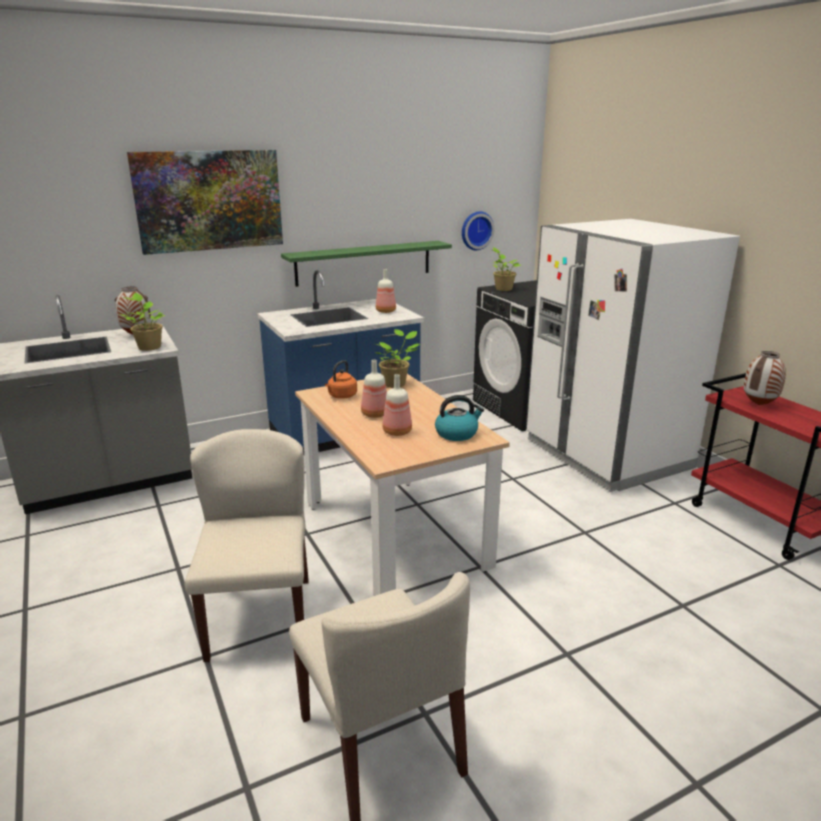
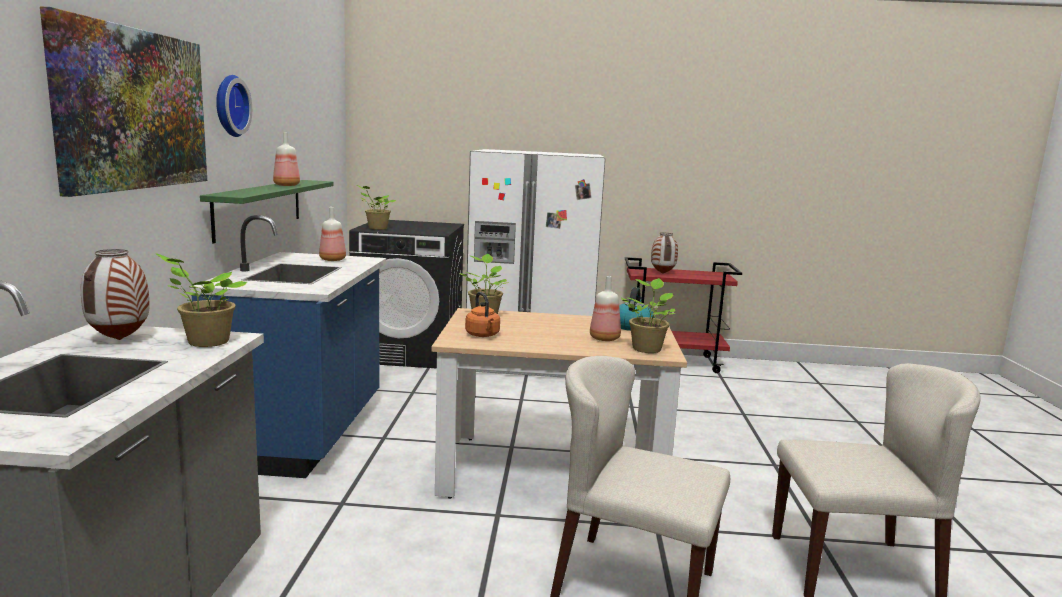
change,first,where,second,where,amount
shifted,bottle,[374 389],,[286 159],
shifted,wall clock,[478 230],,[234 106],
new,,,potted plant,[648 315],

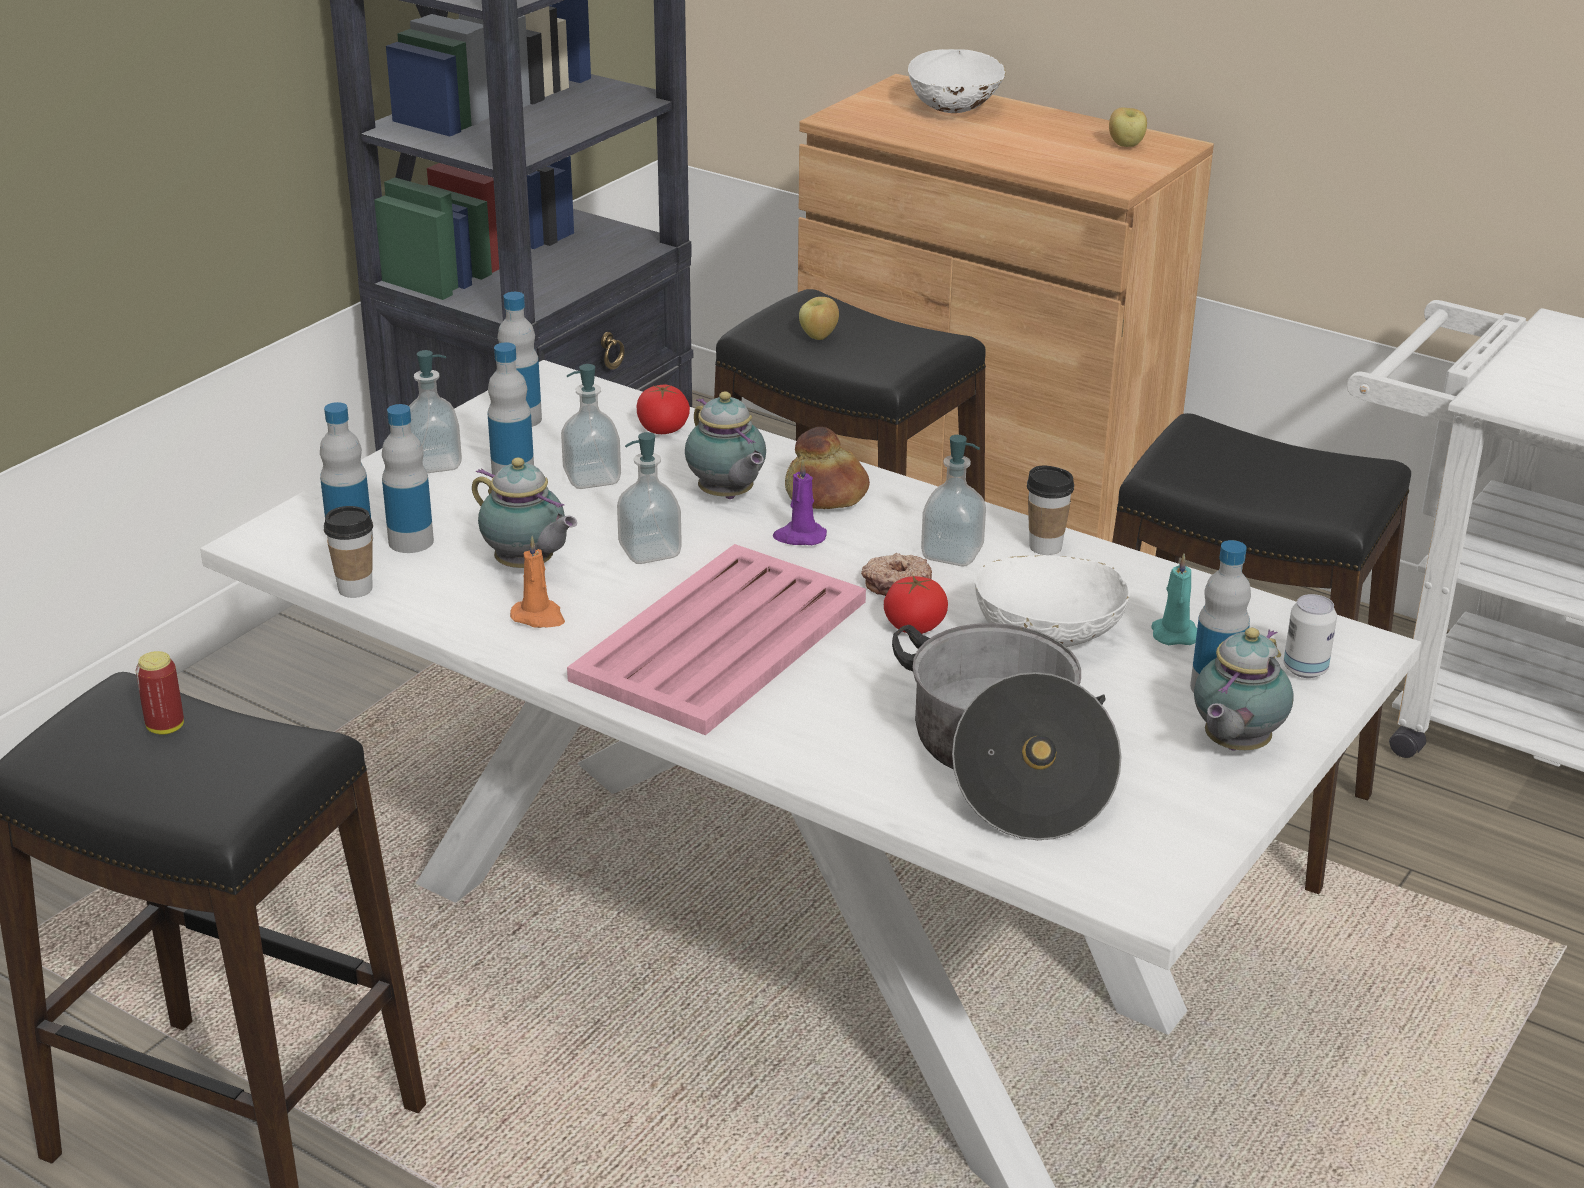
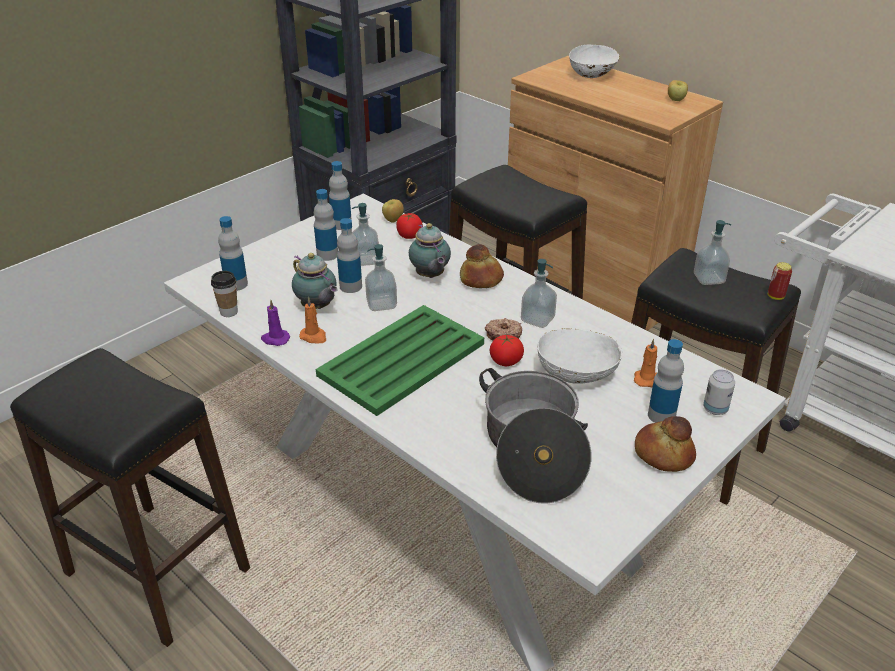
change,first,where,second,where,amount
shifted,can,[160 693],,[780 281],
shifted,bottle,[408 478],,[349 255],
shifted,soap dispenser,[435 411],,[712 252],
repainted,pink tray,[716 639],green tray,[400 360],
shifted,purple candle,[799 502],,[275 323],
shifted,apple,[819 318],,[393 211],
gone,cup,[1050 510],,,
repainted,turquoise candle,[1174 599],orange candle,[645 363],
swapped,teapot,[1243 689],bread,[665 444],

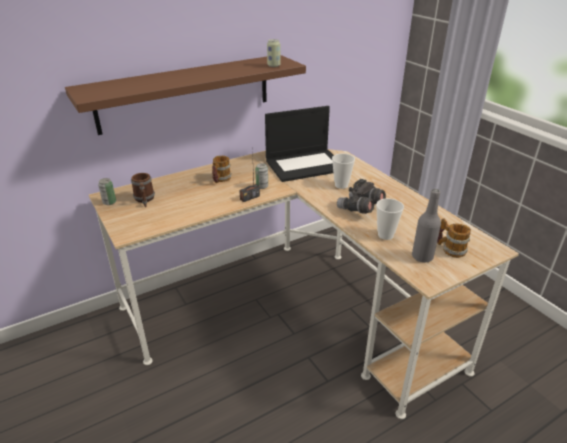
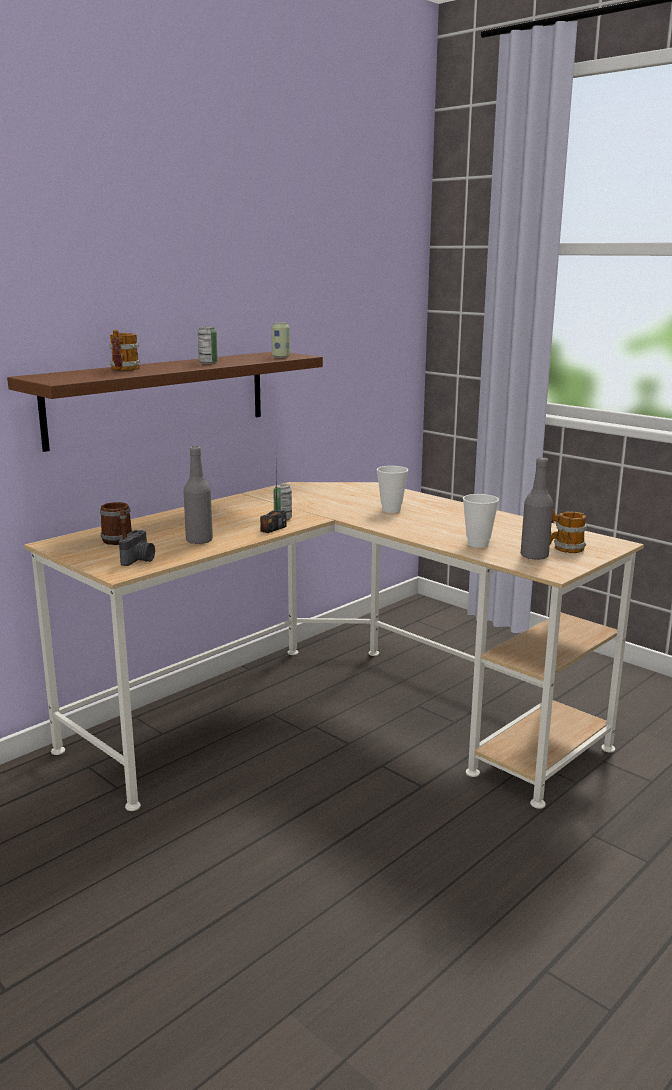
change,first,where,second,where,amount
shifted,can,[107 191],,[208 345],
shifted,mug,[222 169],,[125 350],
gone,laptop,[299 144],,,
gone,grey binoculars,[361 196],,,
new,,,photo camera,[137 548],
new,,,grey bottle,[198 495],

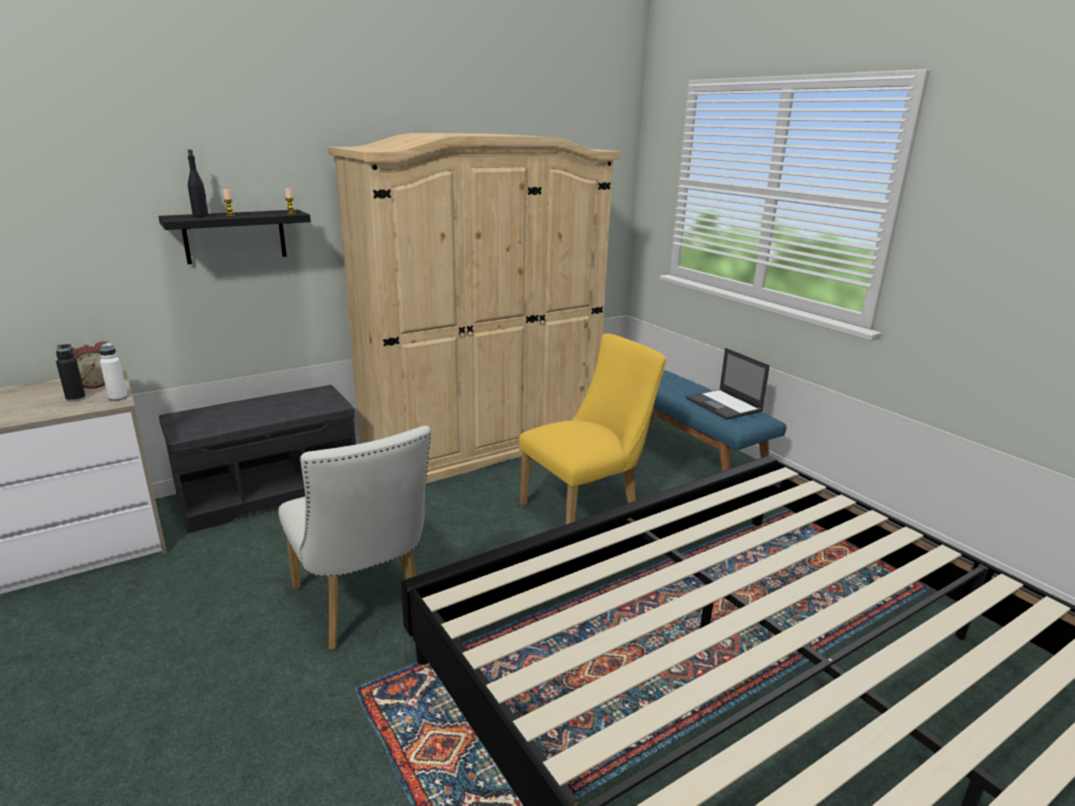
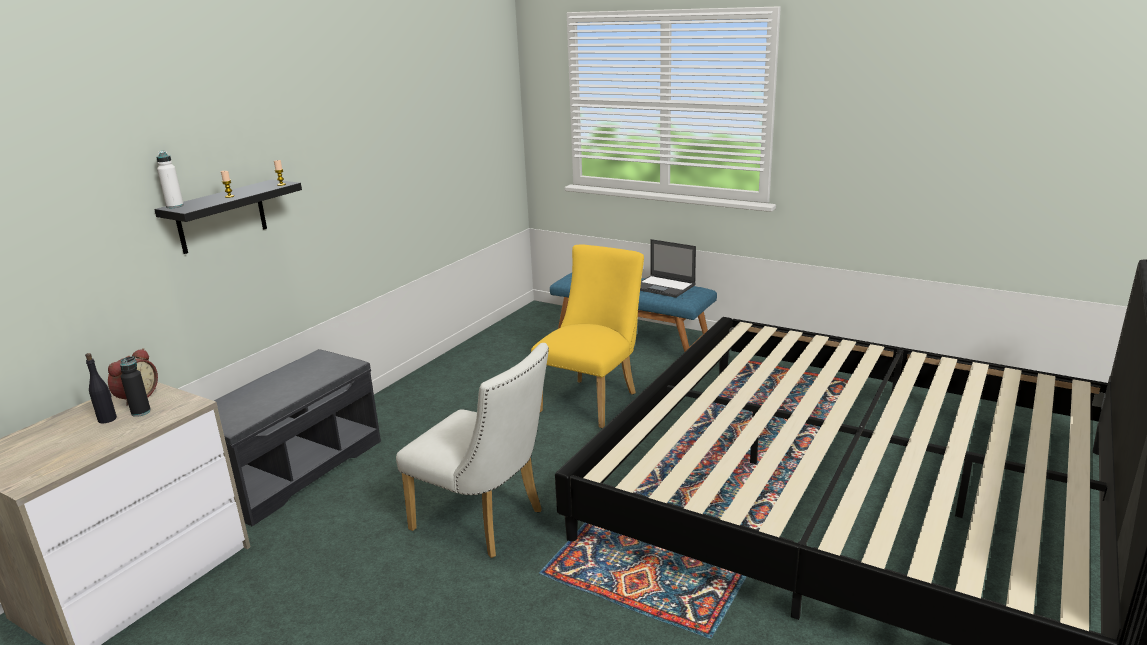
change,first,where,second,where,amount
shifted,white bottle,[114 371],,[170 179],
shifted,black bottle,[198 183],,[101 388],
gone,beige wardrobe,[474 308],,,

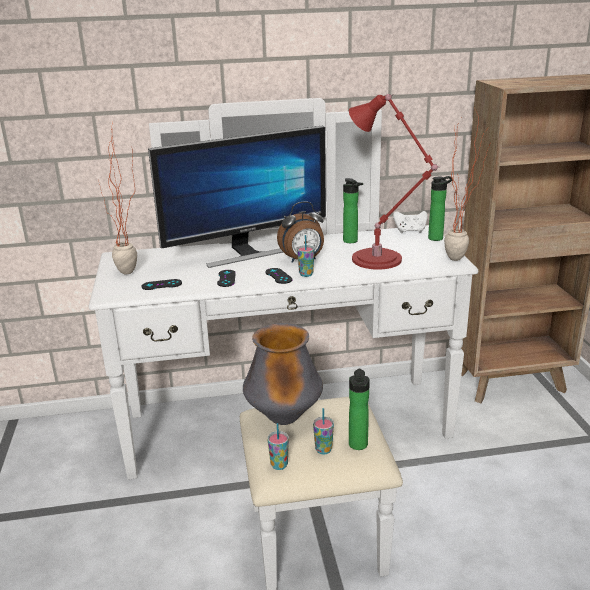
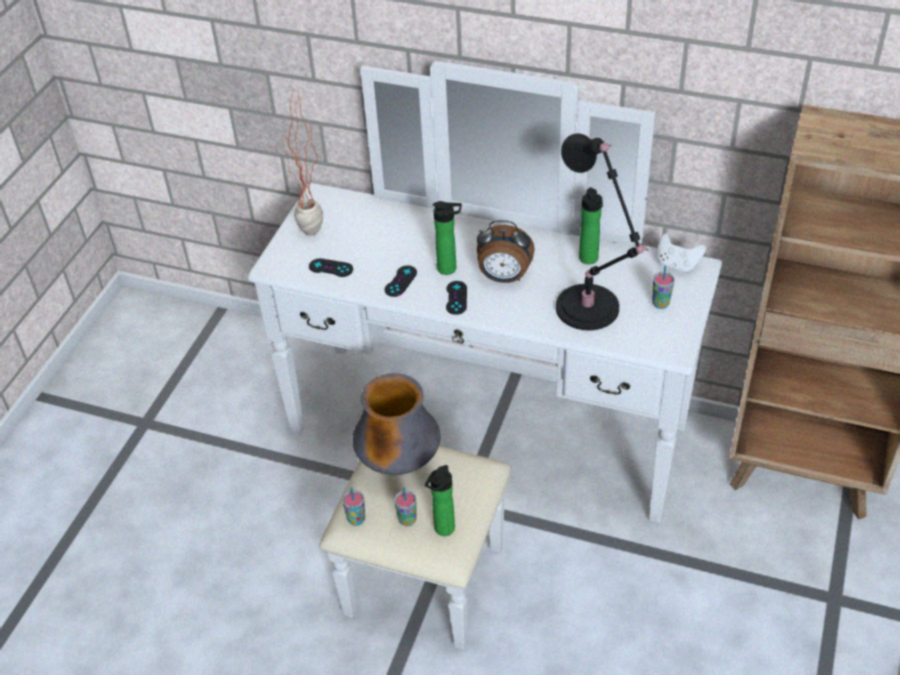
change,first,where,second,where,amount
gone,monitor,[237 196],,,
shifted,cup,[305 256],,[663 287],
repainted,red table lamp,[394 182],black table lamp,[602 231],
shifted,bottle,[441 208],,[447 238],
gone,potted plant,[466 184],,,

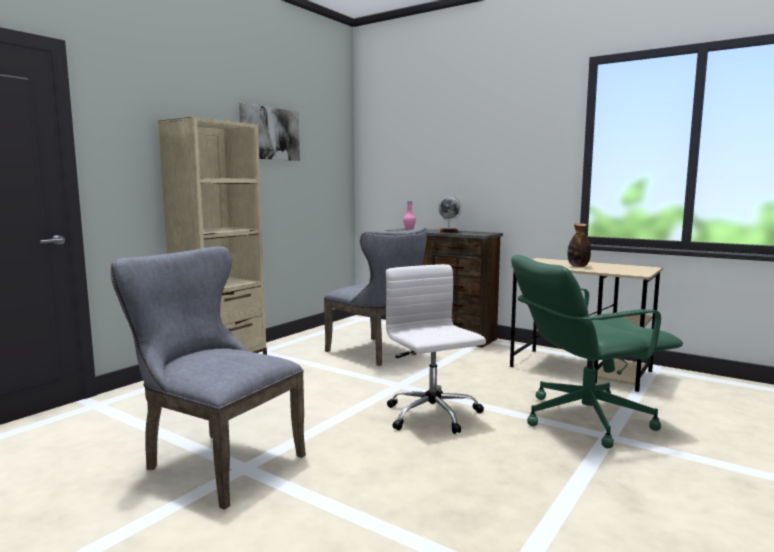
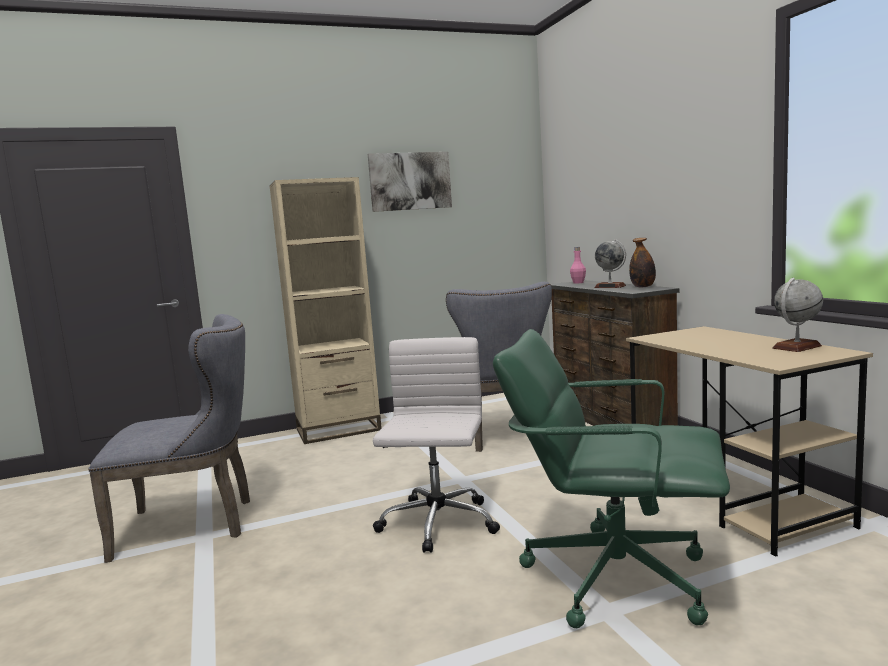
change,first,where,second,where,amount
rotated,grey chair,[208 378],,[169 438],105 degrees clockwise
shifted,bottle,[579 245],,[642 262],
new,,,globe,[797 315],

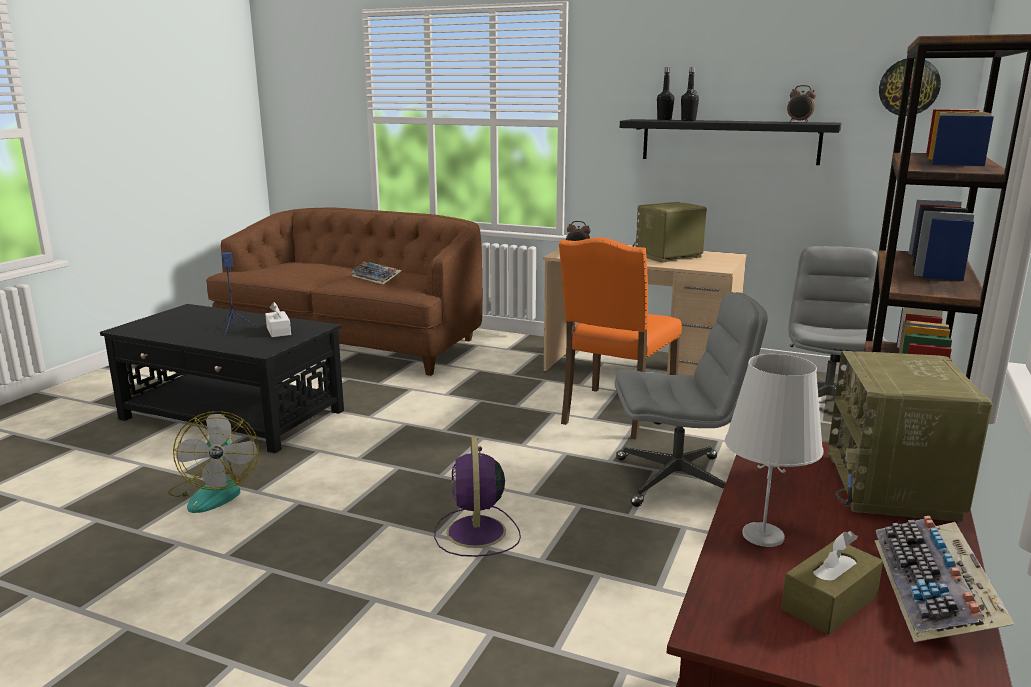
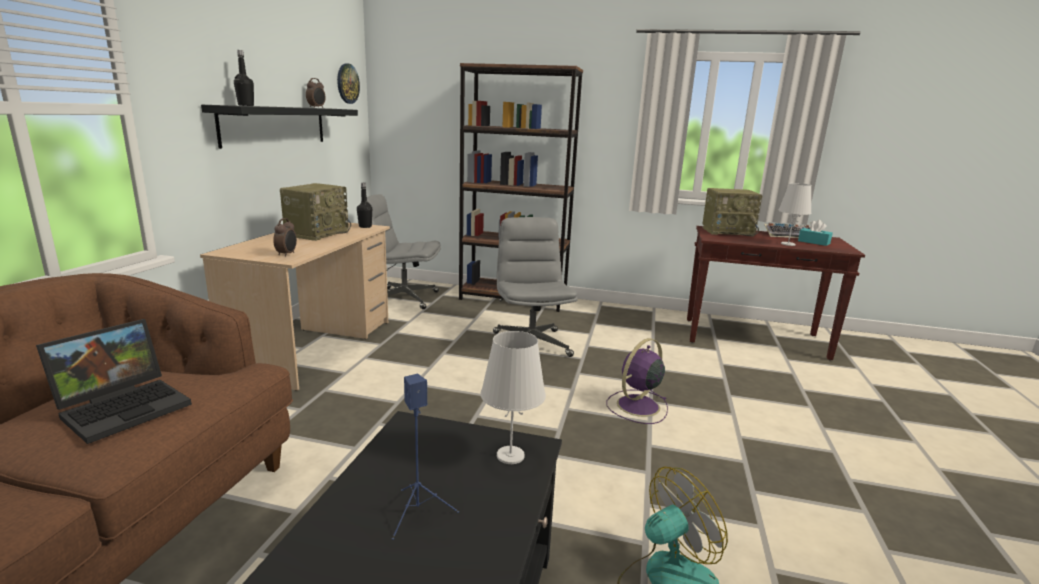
change,first,where,second,where,amount
gone,white tissue box,[278 319],,,
swapped,keyboard,[376 273],laptop,[114 381],
rotated,purple fan,[477 497],,[637 381],150 degrees clockwise
gone,orange chair,[620 338],,,
rotated,radio,[670 232],,[315 212],120 degrees counterclockwise
shifted,black bottle,[690 94],,[364 205],
repainted,brown tissue box,[832 583],turquoise tissue box,[815 233],
new,,,white table lamp,[513 397],

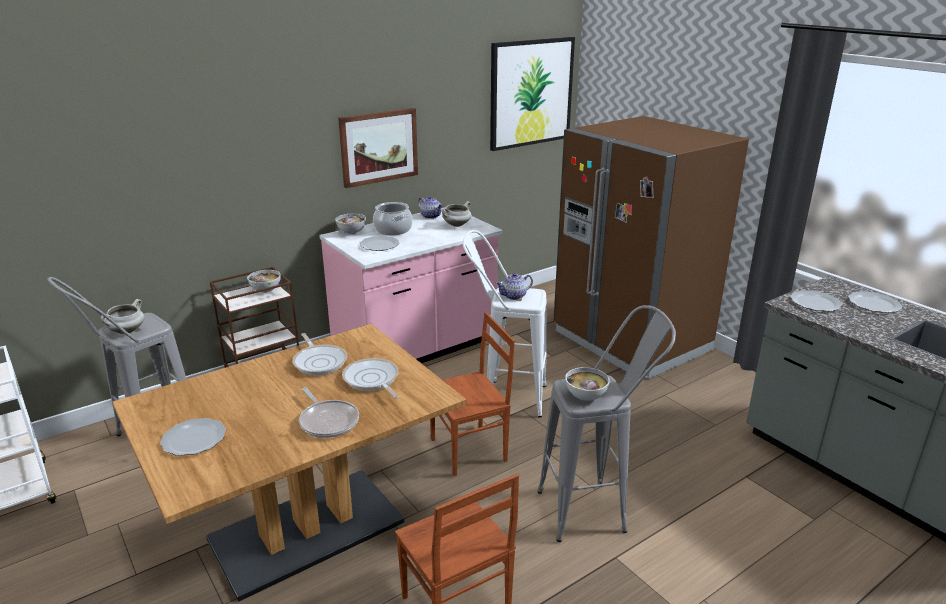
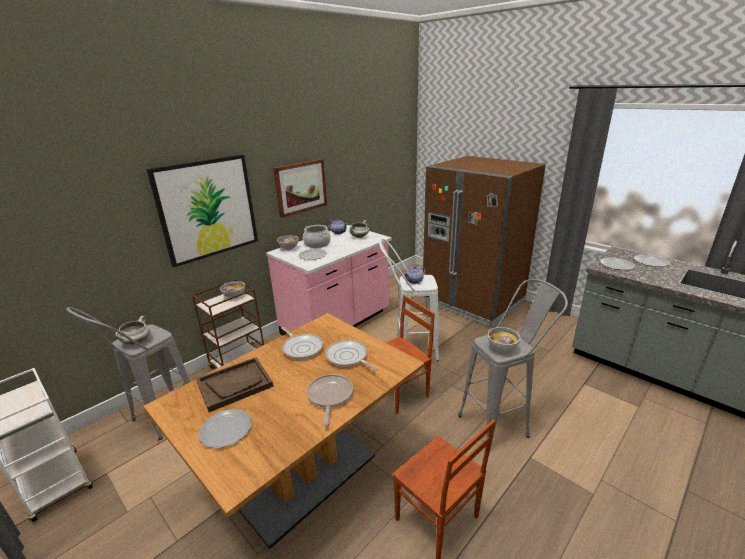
change,first,where,second,where,amount
rotated,frying pan,[329 412],,[330 399],135 degrees counterclockwise
shifted,picture,[532 94],,[202 210],
new,,,brown tray,[235 384],

